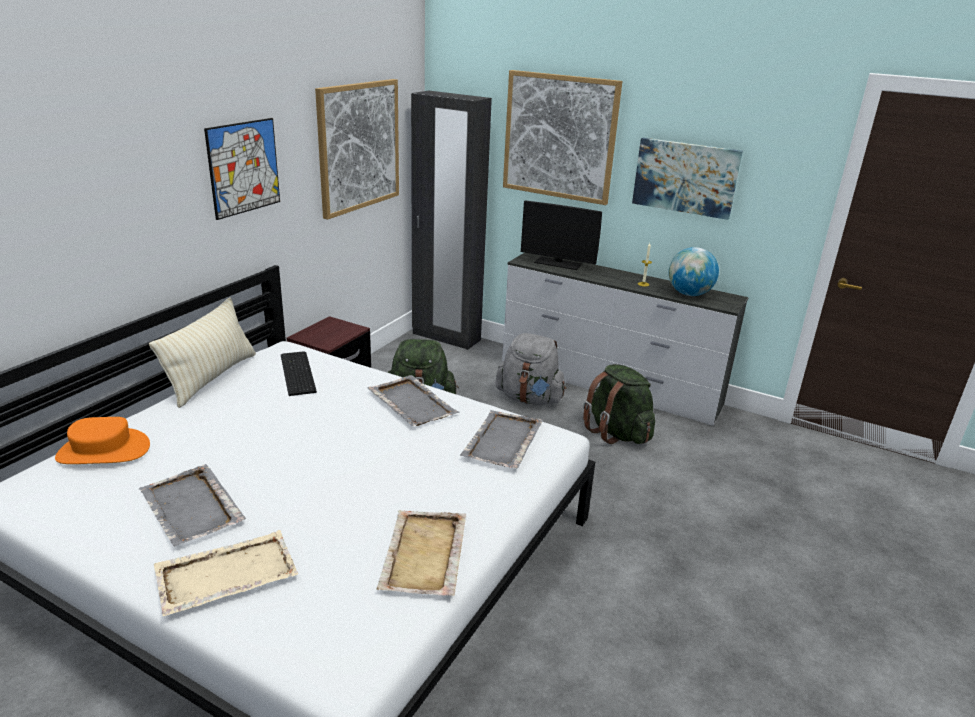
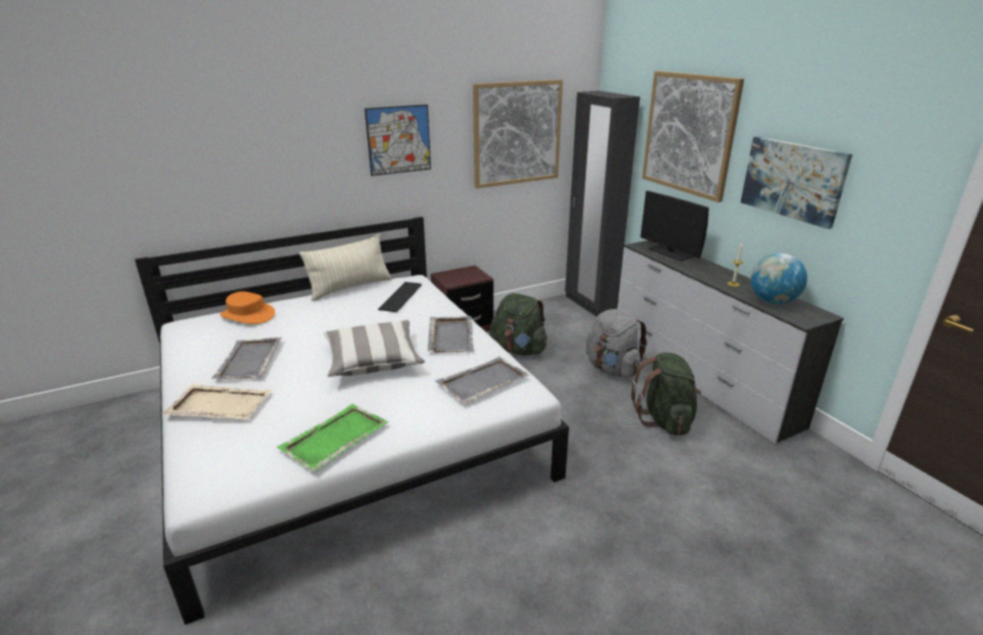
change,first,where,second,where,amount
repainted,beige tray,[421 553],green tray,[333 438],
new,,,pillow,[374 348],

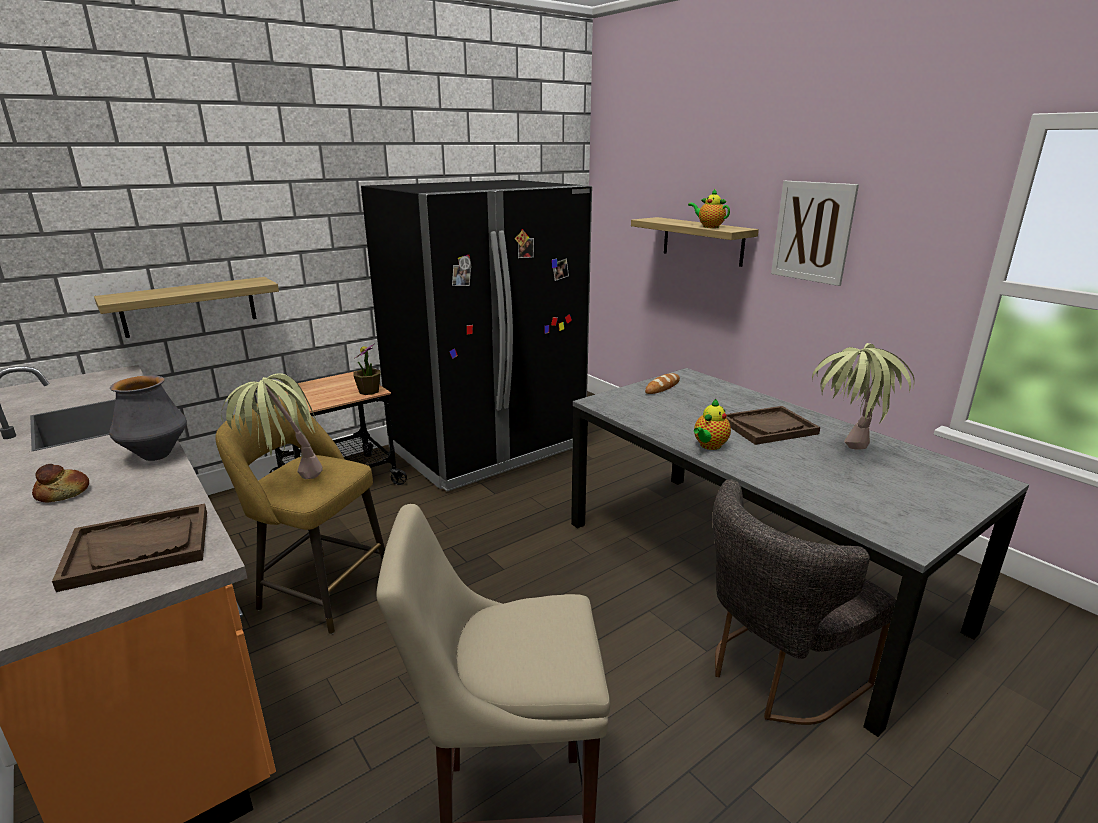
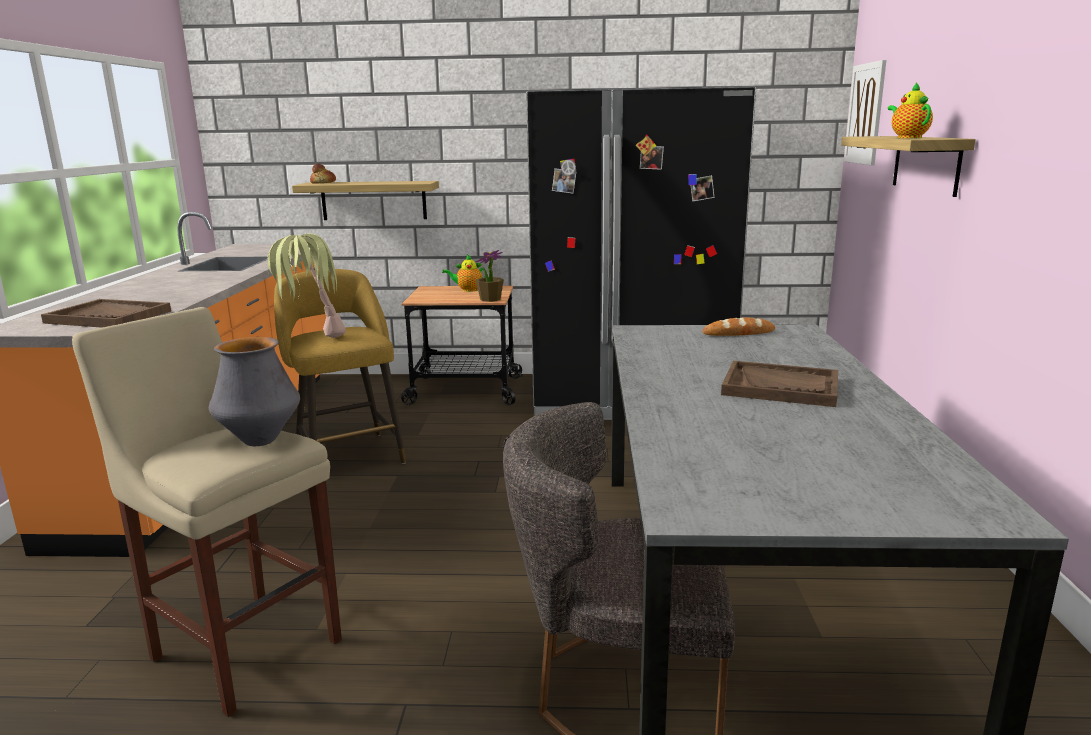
change,first,where,second,where,amount
shifted,bread,[60 483],,[323 173],
shifted,vase,[148 418],,[254 391],
shifted,teapot,[712 424],,[464 273],
shifted,picture,[815 233],,[865 112],
gone,potted plant,[863 396],,,

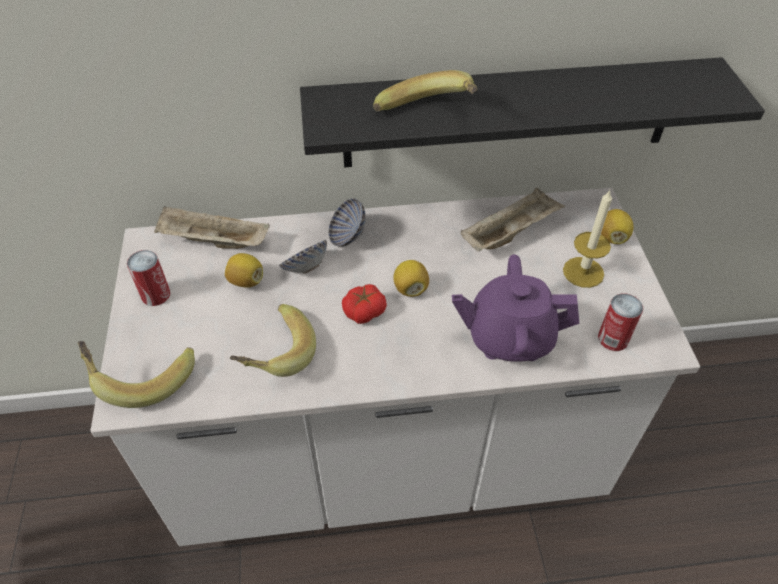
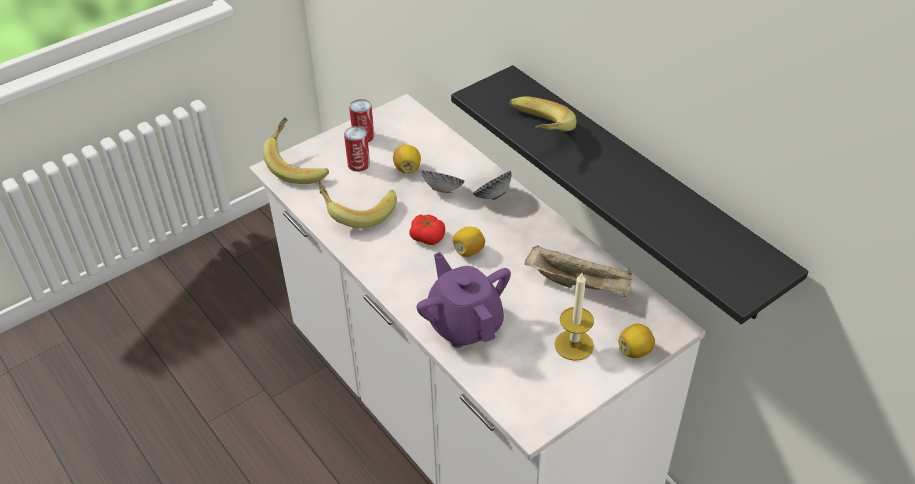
change,first,where,second,where,amount
gone,beige tray,[212 227],,,
shifted,can,[620 322],,[357 149],

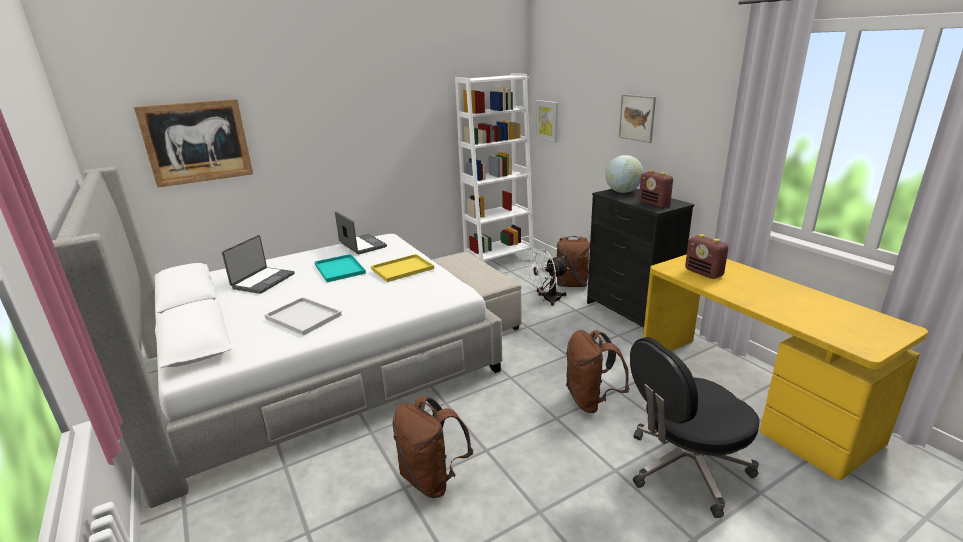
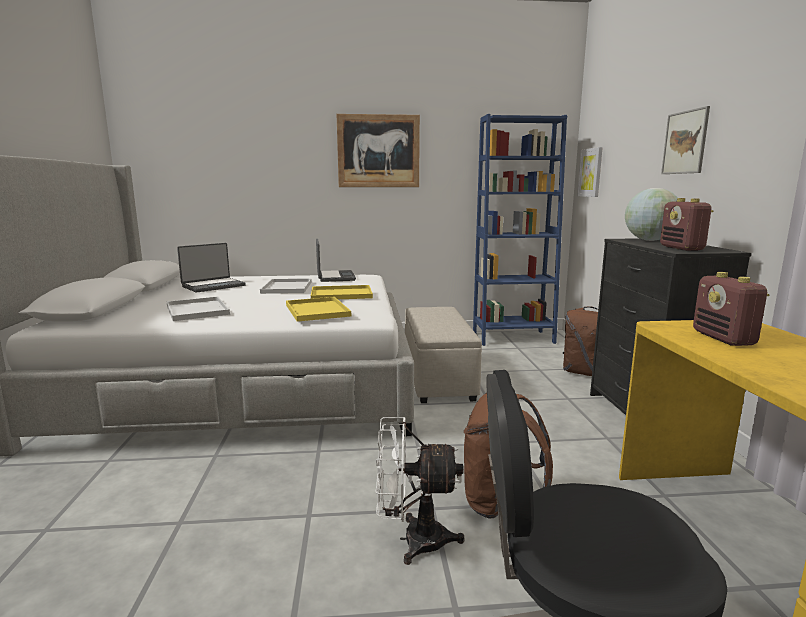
change,first,where,second,where,amount
shifted,picture,[193 143],,[378 150],
repainted,turquoise tray,[340 268],white tray,[286 286],
gone,brown backpack,[432 447],,,
repainted,white bookcase,[494 167],blue bookcase,[520 230],
shifted,white fan,[548 277],,[420 491],
new,,,yellow tray,[318 309],

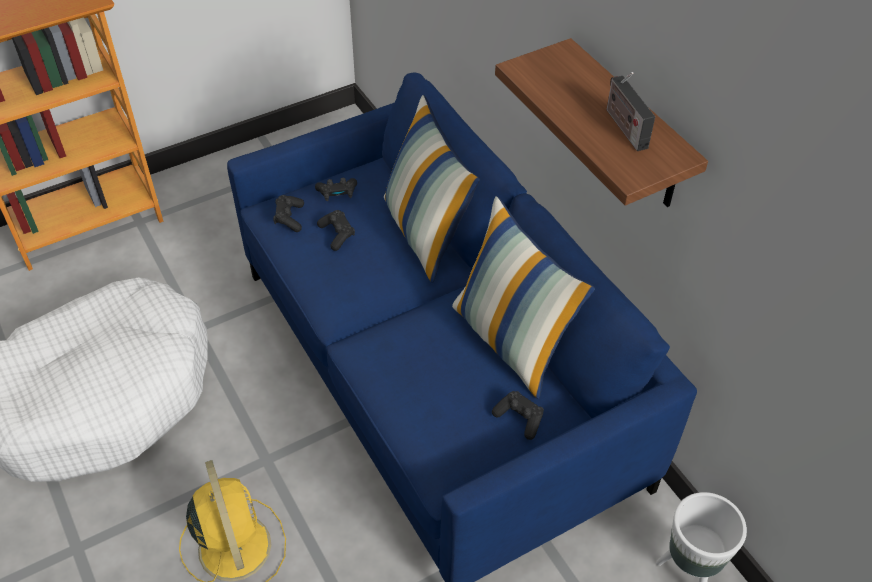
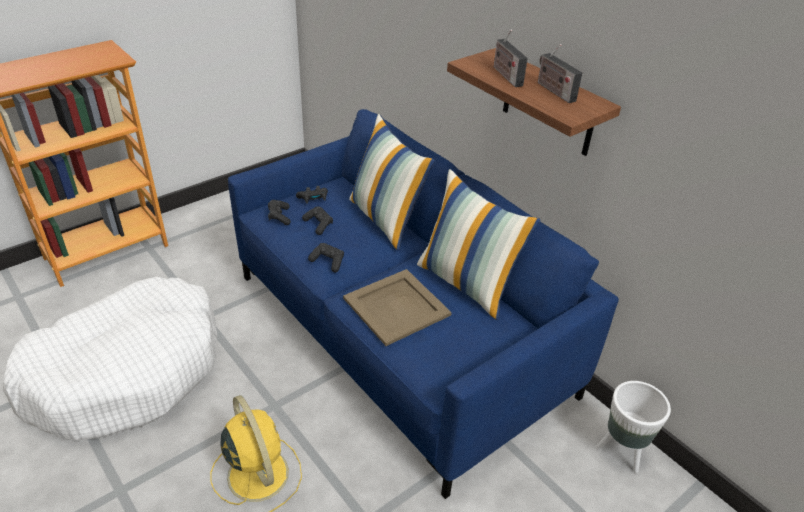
change,first,where,second,where,amount
shifted,black game controller,[518 415],,[326 257],
new,,,beige tray,[397 307],
new,,,radio,[511 58],

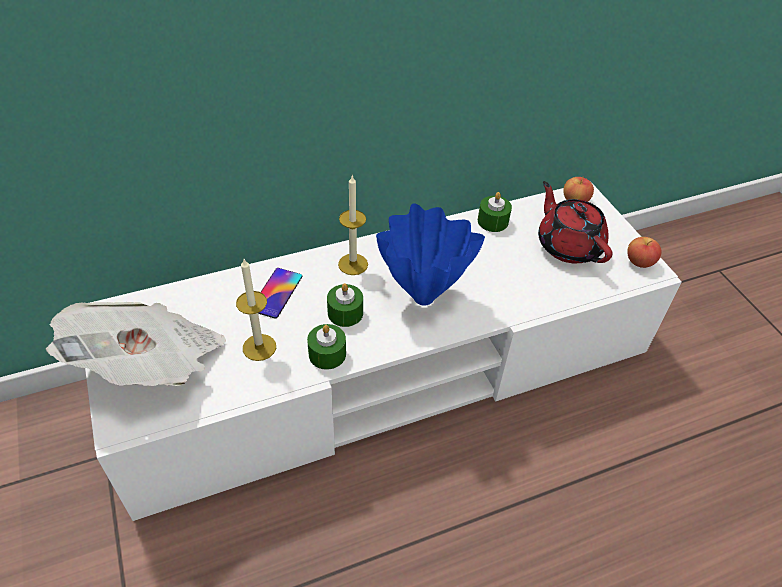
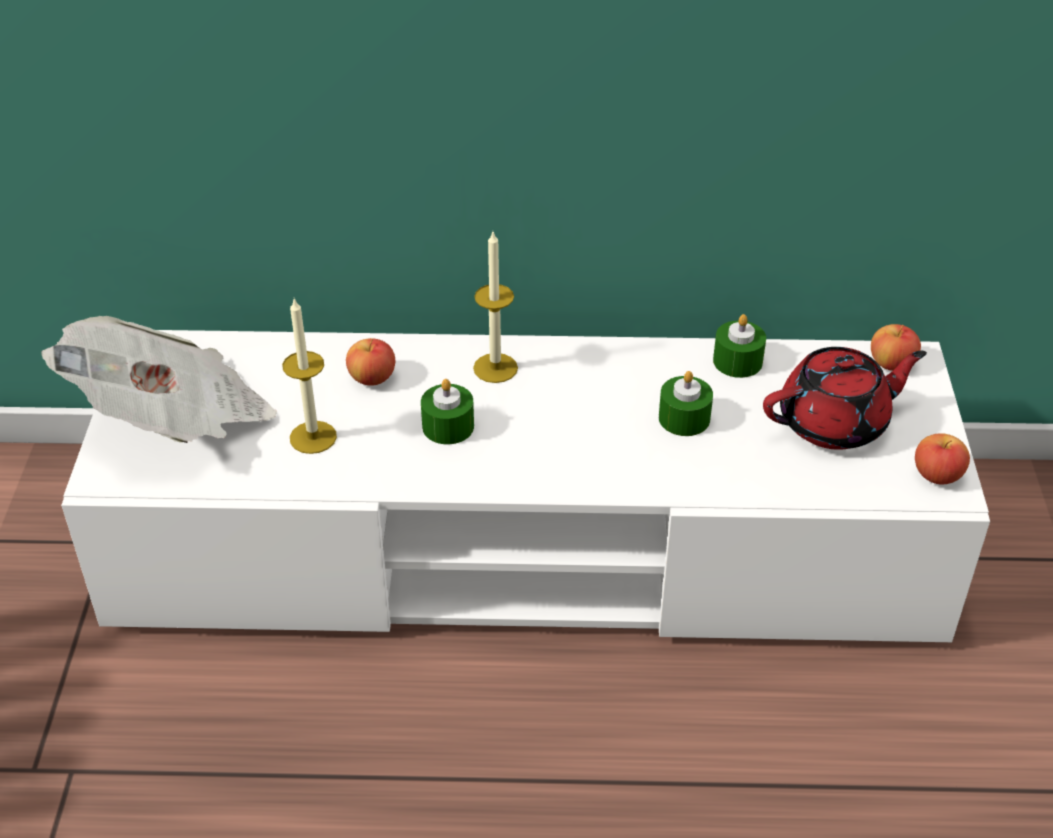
change,first,where,second,where,amount
swapped,phone,[280 293],apple,[370 362],
shifted,green candle,[326 347],,[686 403],
gone,blue vase,[430 254],,,
rotated,red teapot,[575 222],,[845 398],75 degrees clockwise

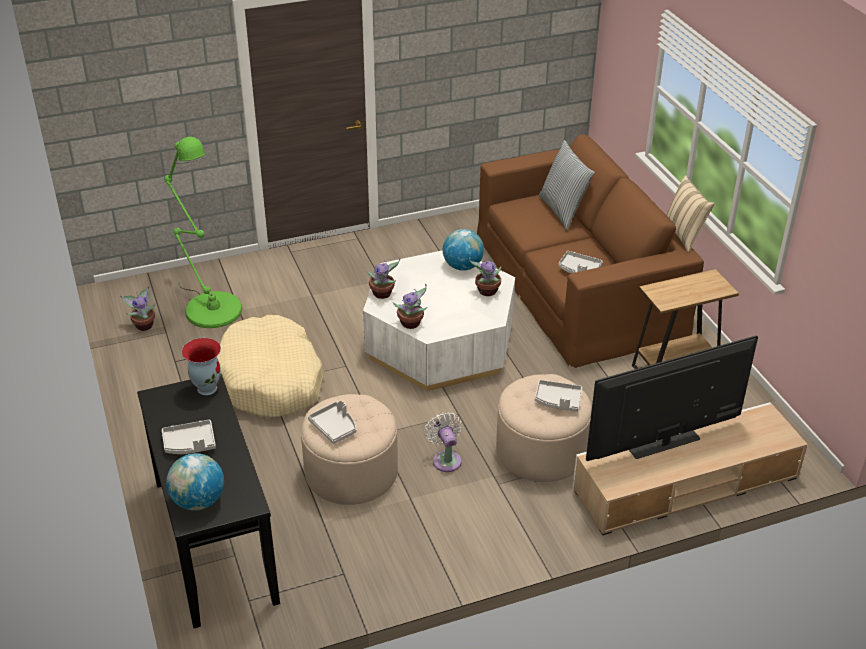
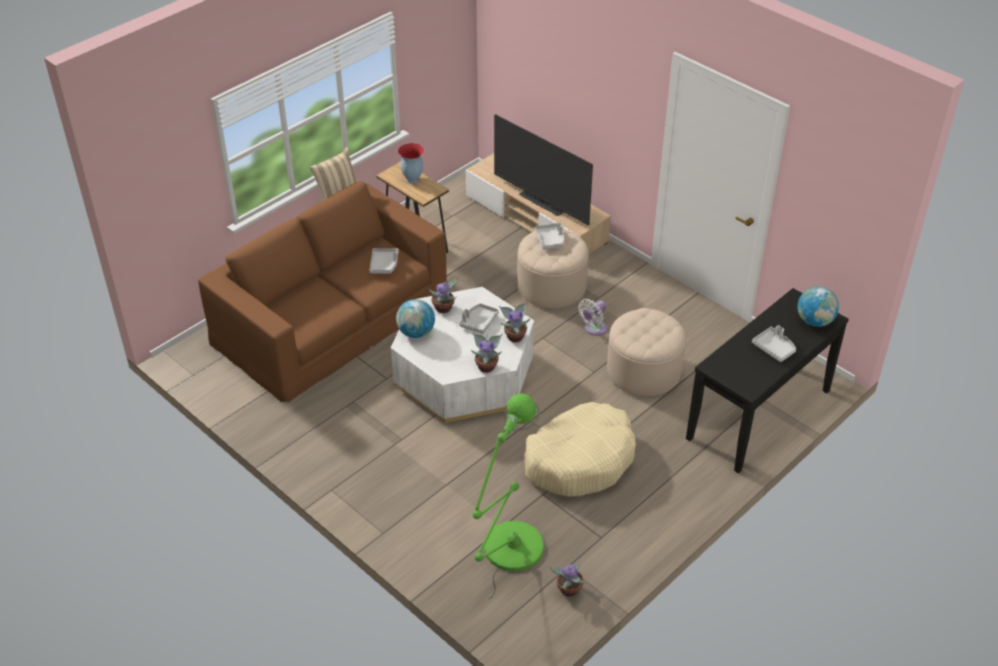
change,first,where,second,where,amount
shifted,vase,[201 366],,[411 163],
shifted,grey tray,[332 422],,[479 318],
gone,pillow,[567 185],,,

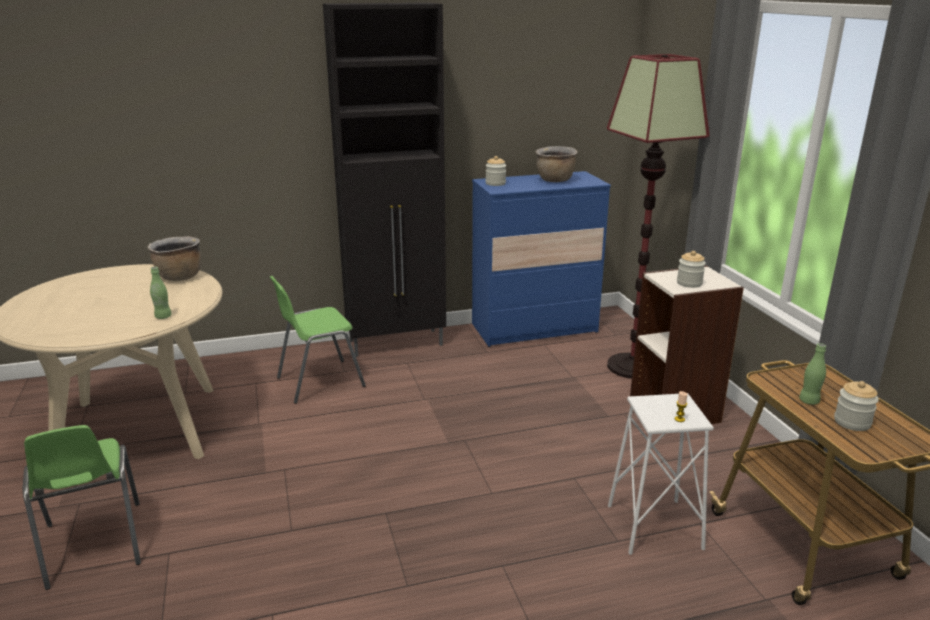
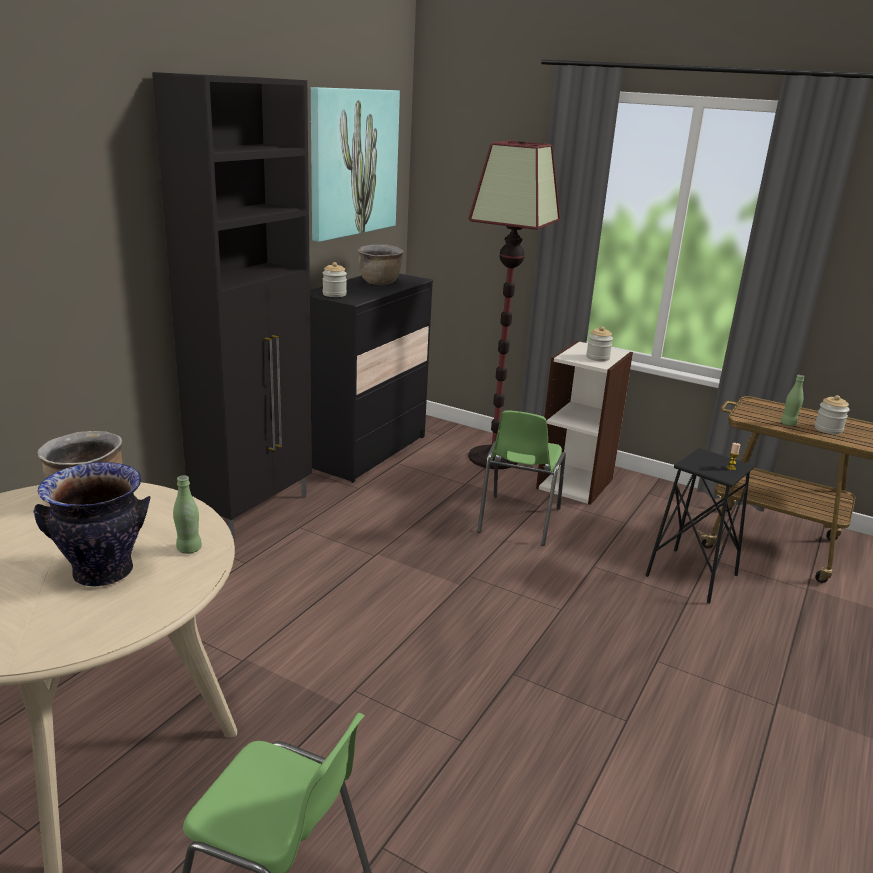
change,first,where,second,where,amount
shifted,green chair,[318 340],,[521 478],
repainted,blue dresser,[541 259],black dresser,[371 378],
repainted,white stool,[661 474],black stool,[700 526],
new,,,vase,[92 524],
new,,,picture,[355 164],

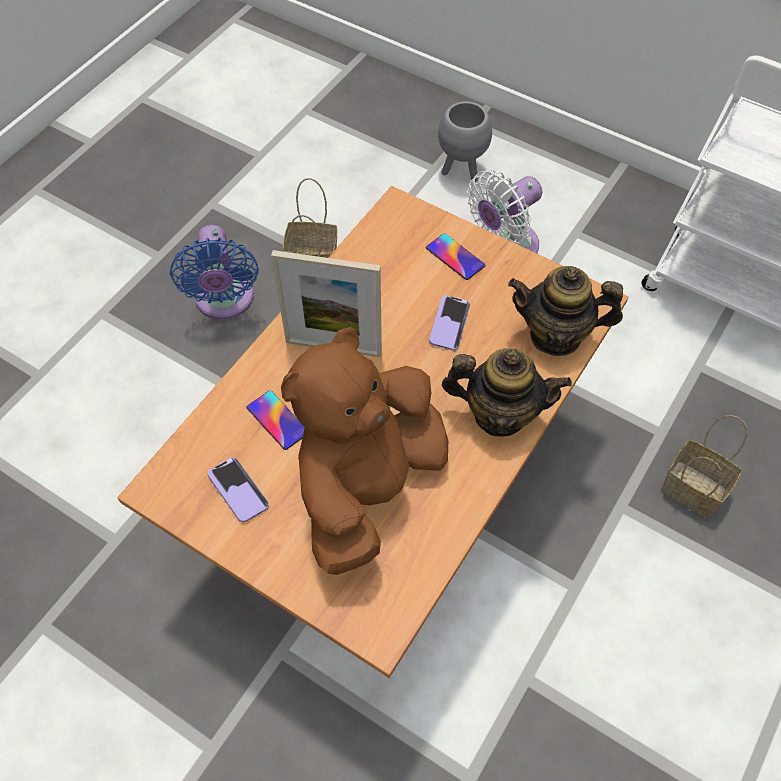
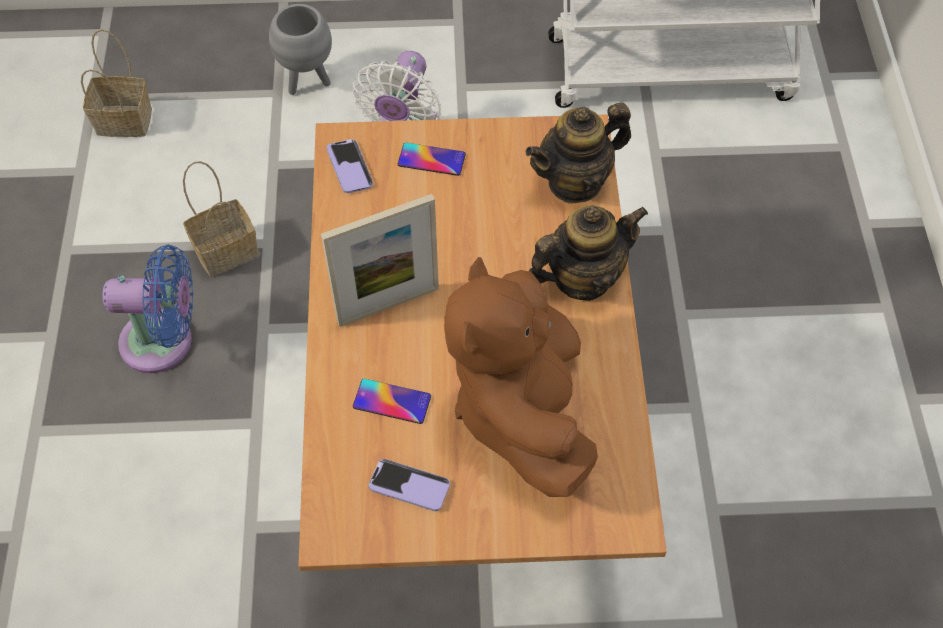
change,first,where,second,where,amount
rotated,blue fan,[214 272],,[147 309],45 degrees counterclockwise
shifted,phone,[449 323],,[350 166],
shifted,basket,[704 466],,[116 83],

